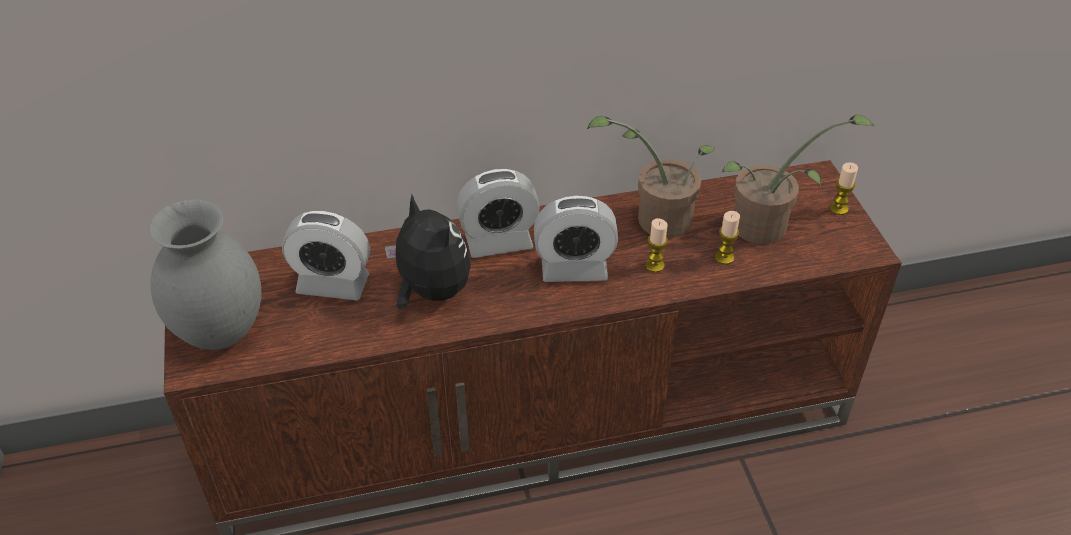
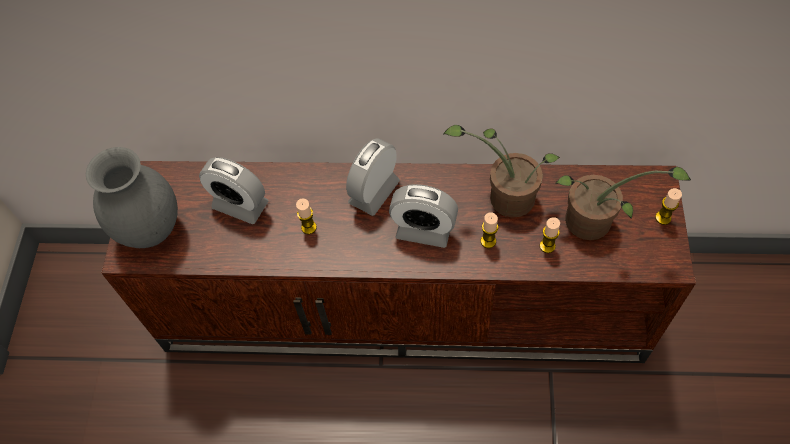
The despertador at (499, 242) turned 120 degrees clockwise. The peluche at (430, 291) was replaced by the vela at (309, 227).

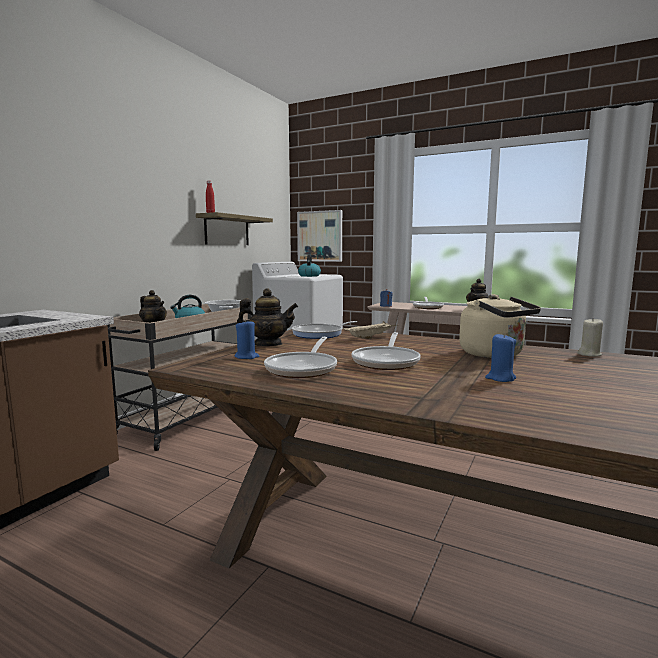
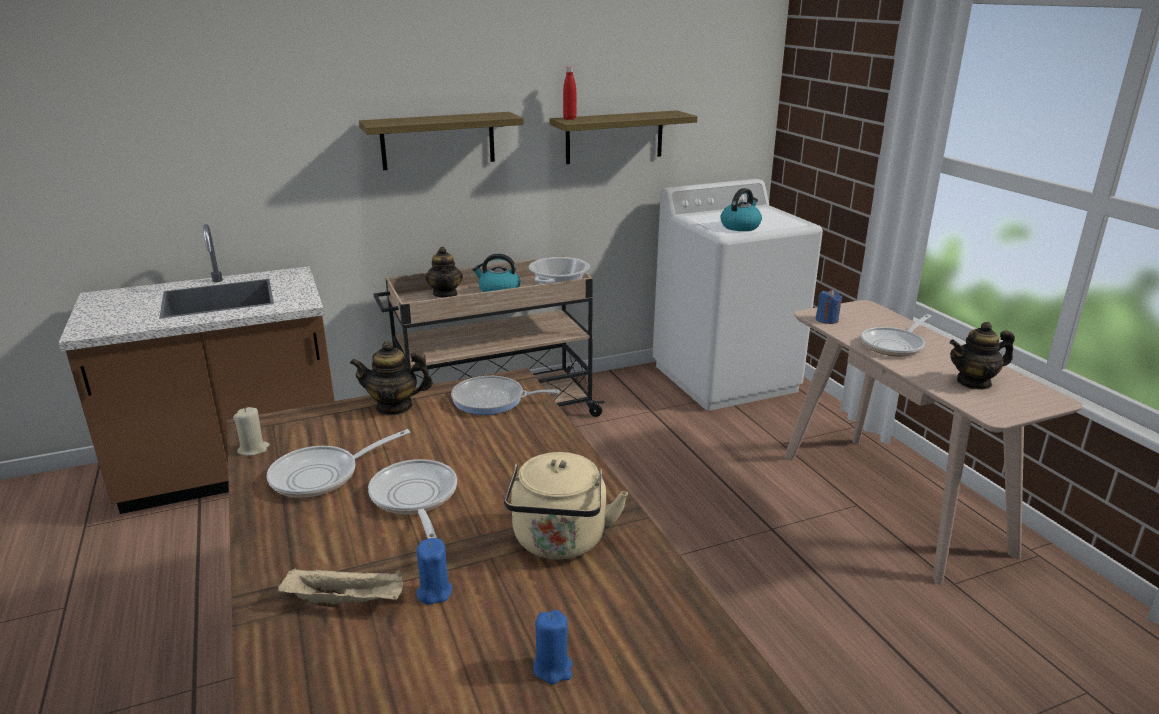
The cuadro at (320, 236) disappeared. The tetera at (268, 344) turned 135 degrees clockwise. The vela (beis) moved from (589, 354) to (253, 449). The vela (azul) moved from (246, 357) to (553, 668). The bandeja (beis) moved from (370, 337) to (347, 601). The sartén at (387, 362) turned 105 degrees clockwise. The estante at (438, 141) appeared.

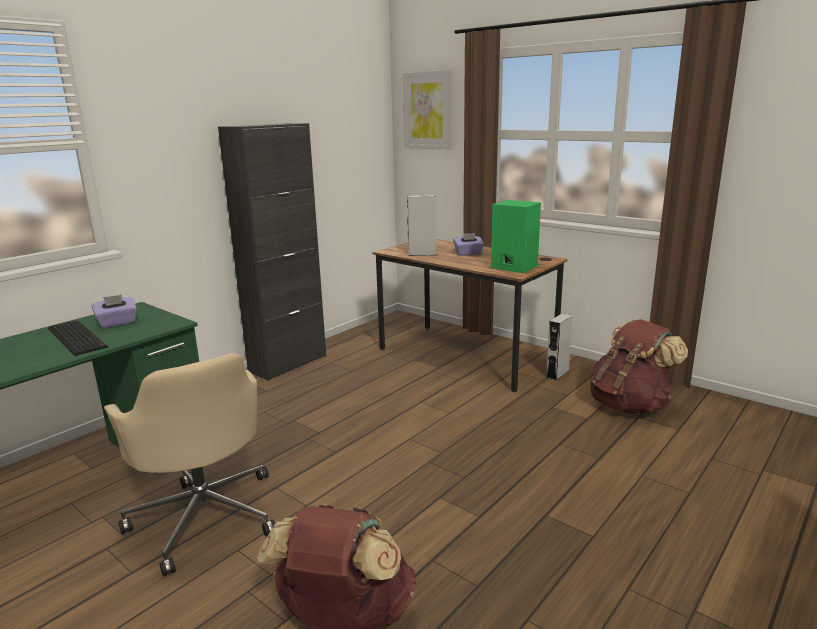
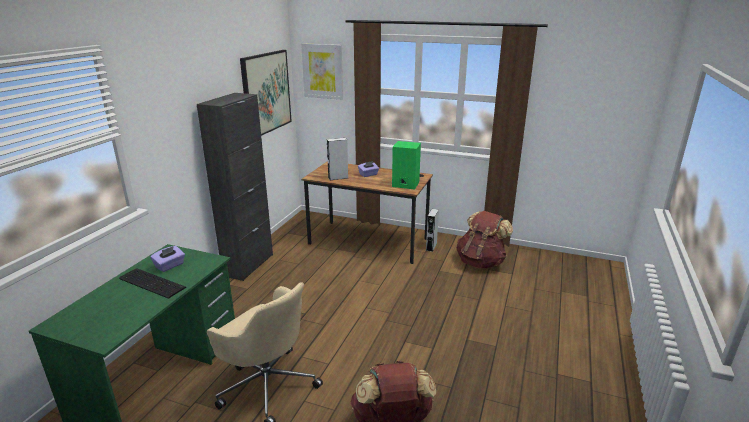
The cuadro at (266, 93) appeared.

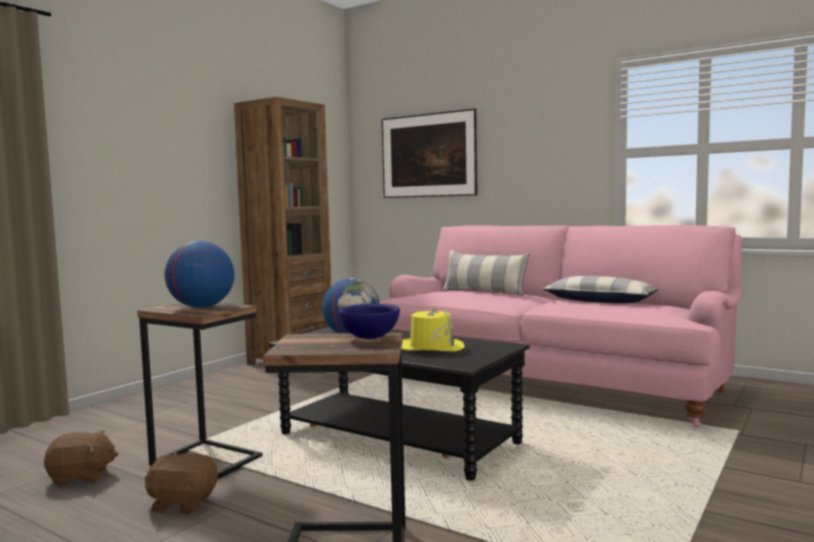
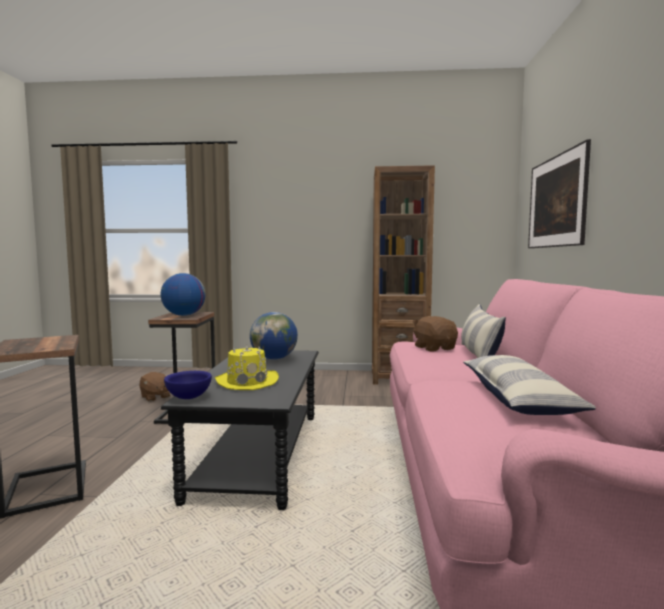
The cuenco (azul) moved from (370, 338) to (189, 397). The peluche (marrón) moved from (183, 503) to (434, 348).

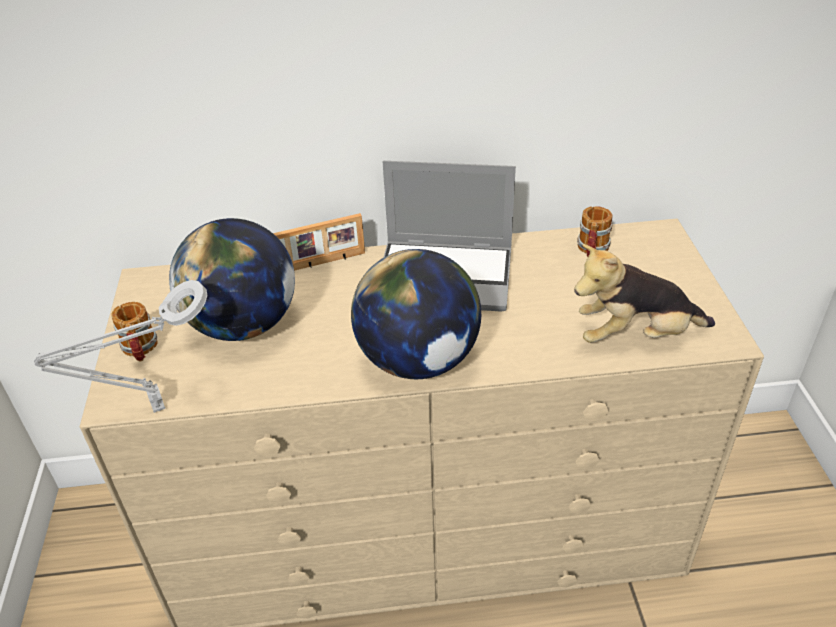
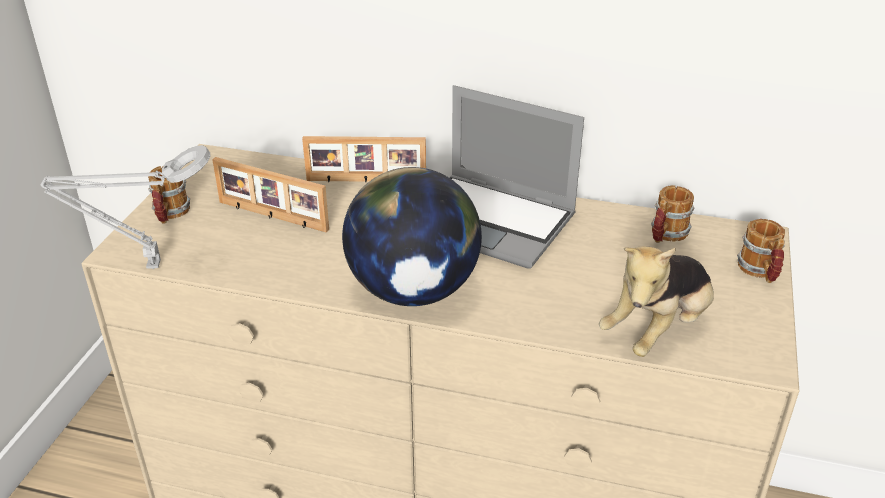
The globo terráqueo at (244, 325) was replaced by the portarretratos at (272, 216). The peluche at (635, 336) turned 60 degrees counterclockwise. The taza grande at (760, 272) appeared.

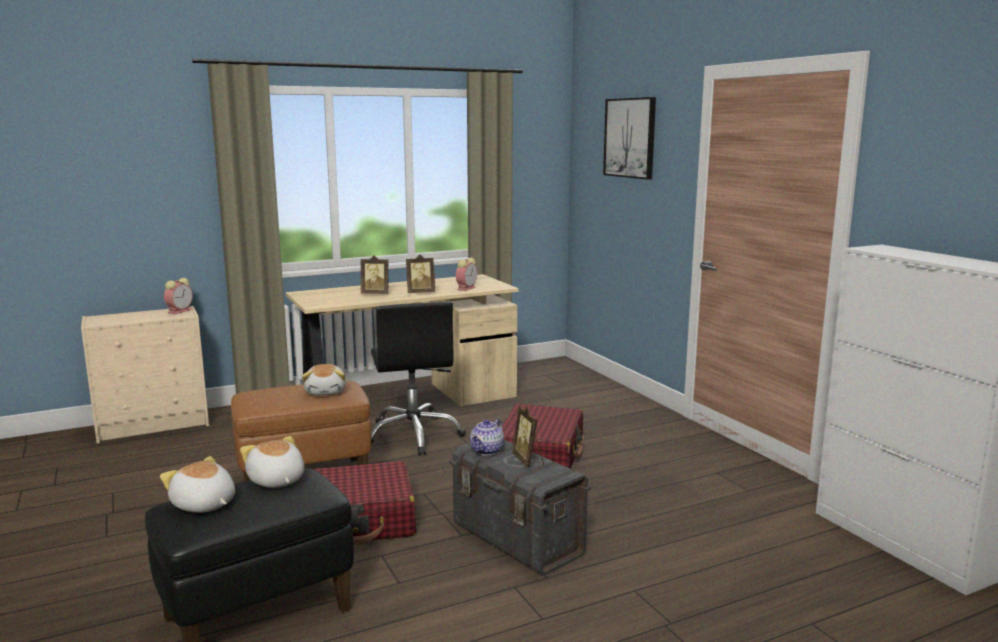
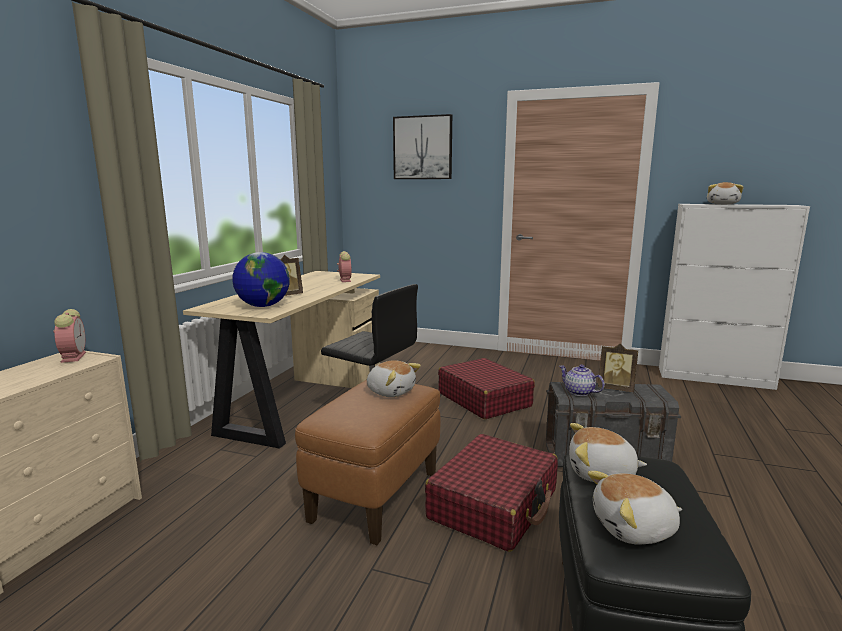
The portarretratos at (420, 293) disappeared. The tetera at (487, 450) turned 150 degrees clockwise. The peluche at (723, 204) appeared. The globo terráqueo at (263, 306) appeared.

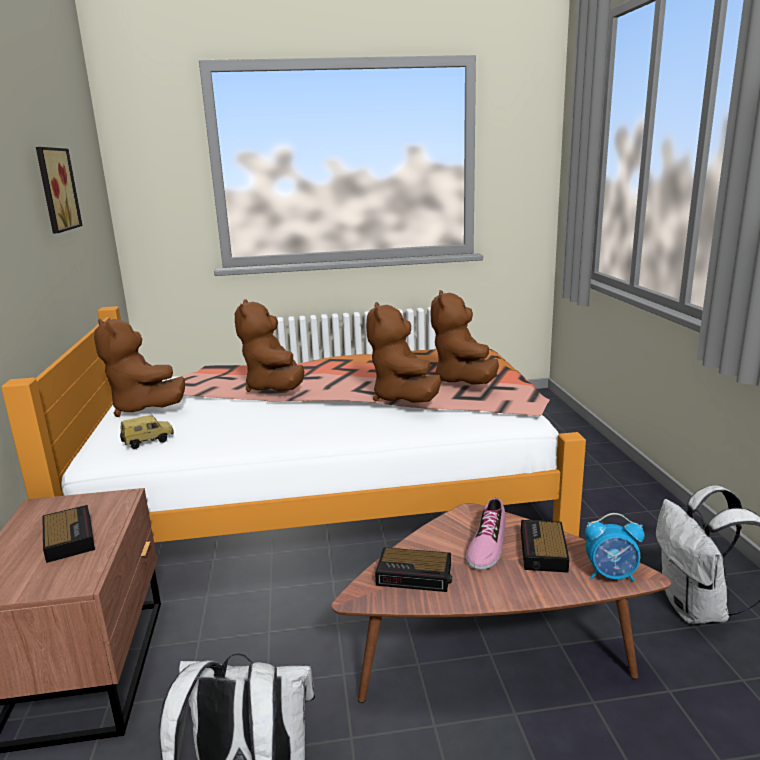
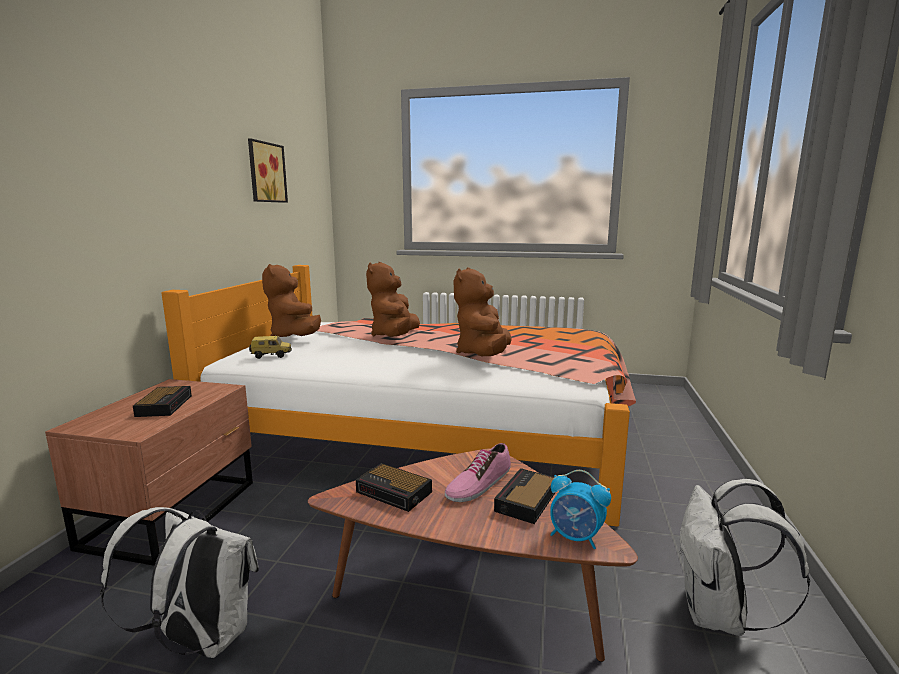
The peluche (marrón) at (463, 381) disappeared.

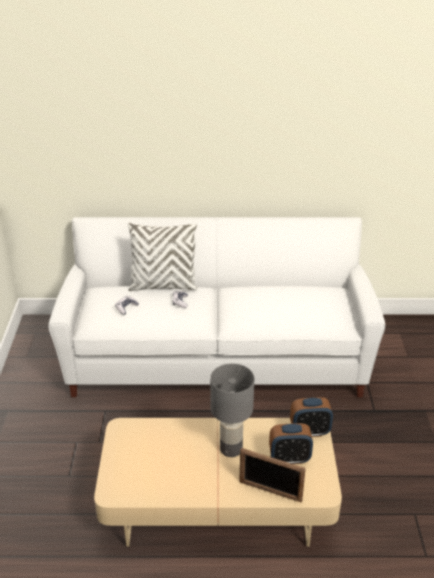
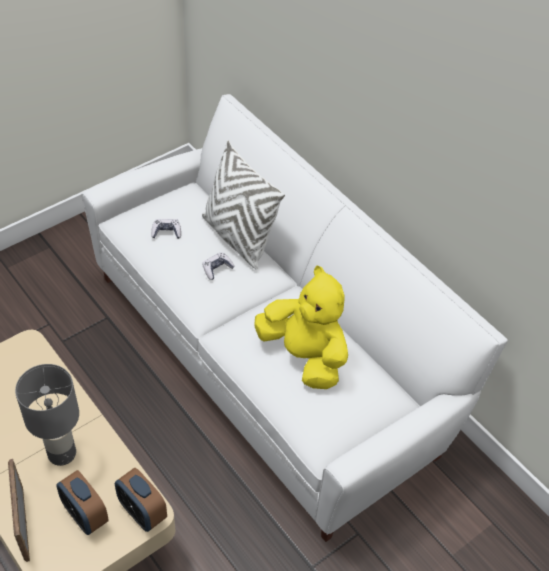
The peluche (amarillo) at (304, 356) appeared.

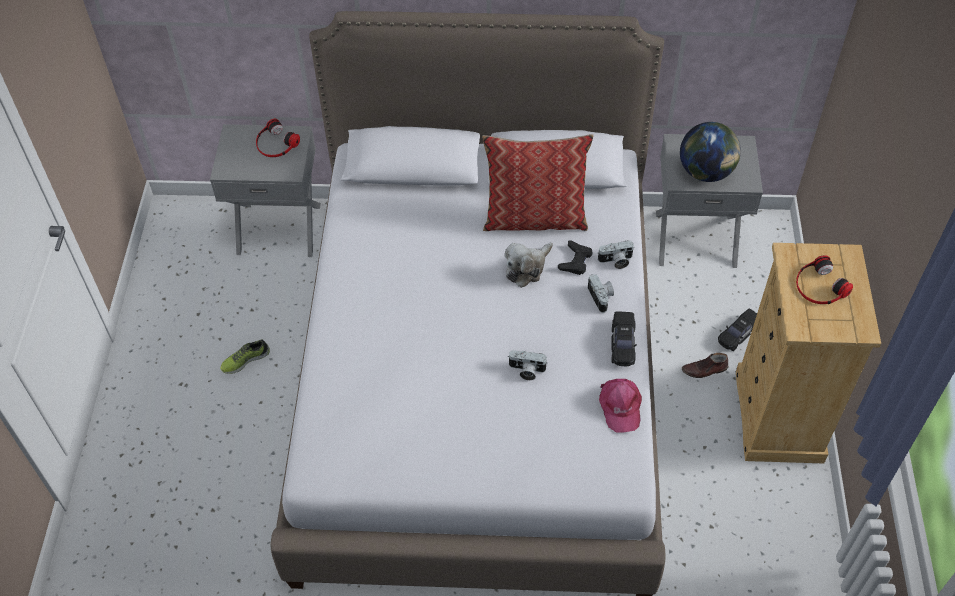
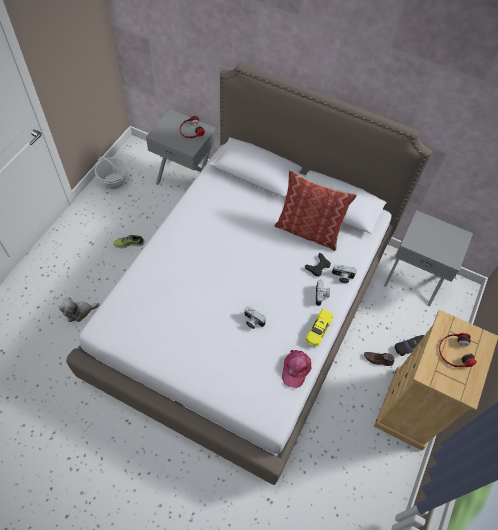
The globo terráqueo at (706, 172) disappeared. The peluche moved from (527, 268) to (79, 312). The coche de juguete (negro) at (622, 344) became the coche de juguete (amarillo) at (318, 330). The cesta at (114, 181) appeared.

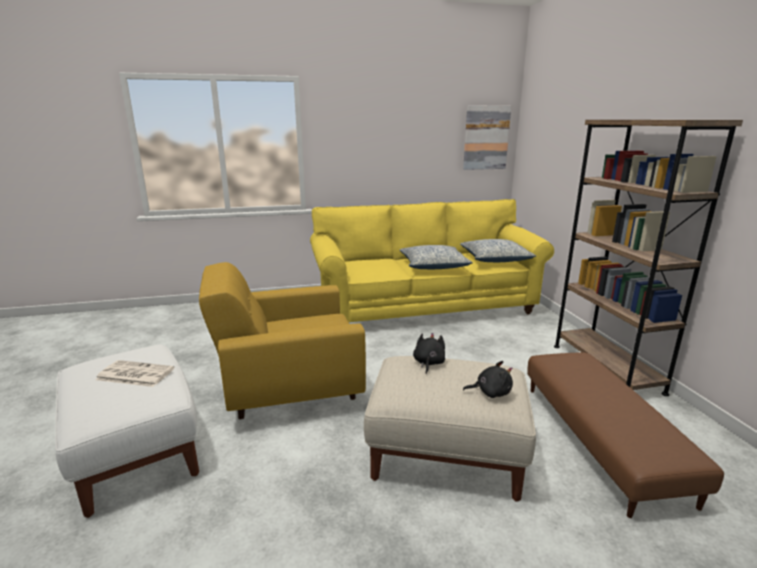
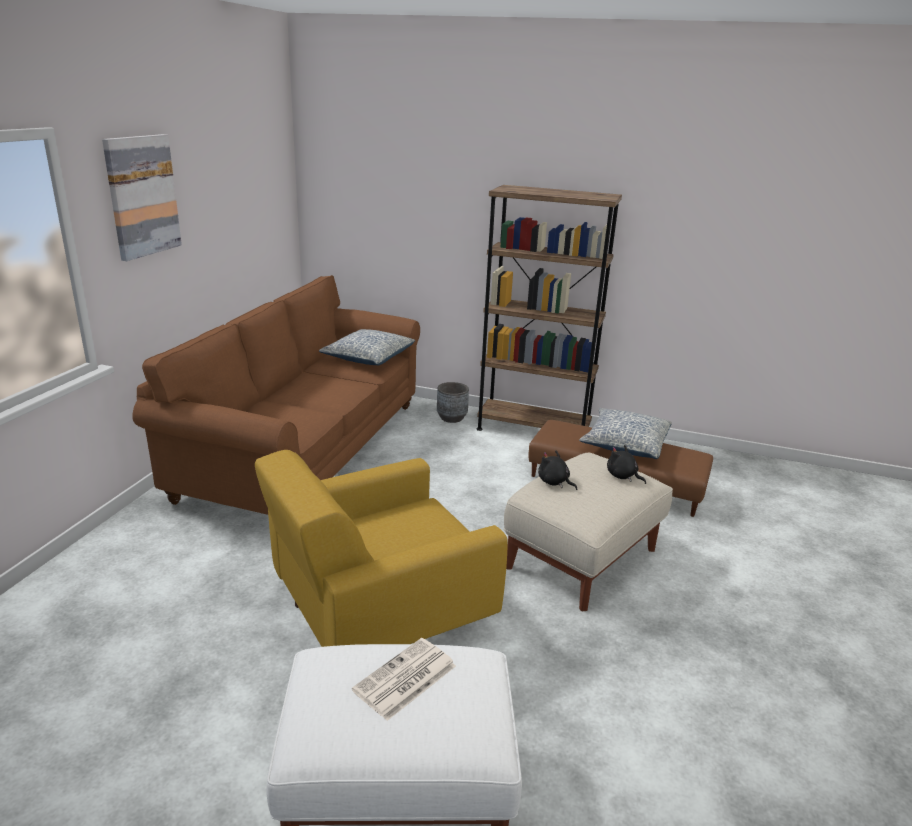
The cuadro moved from (486, 138) to (142, 196). The sofá (amarillo) at (424, 307) became the sofá (marrón) at (306, 449). The cojín moved from (434, 266) to (625, 444). The sillón (amarillo) at (289, 387) turned 45 degrees clockwise. The peluche (negro) at (490, 392) turned 75 degrees counterclockwise. The maceta (gris) at (452, 418) appeared.

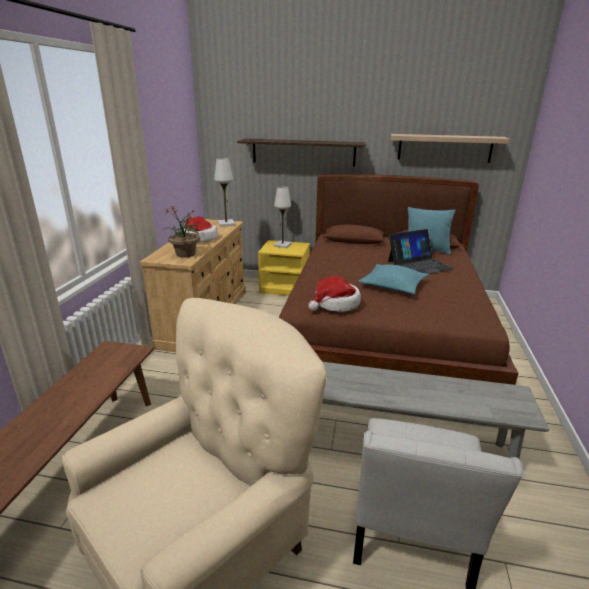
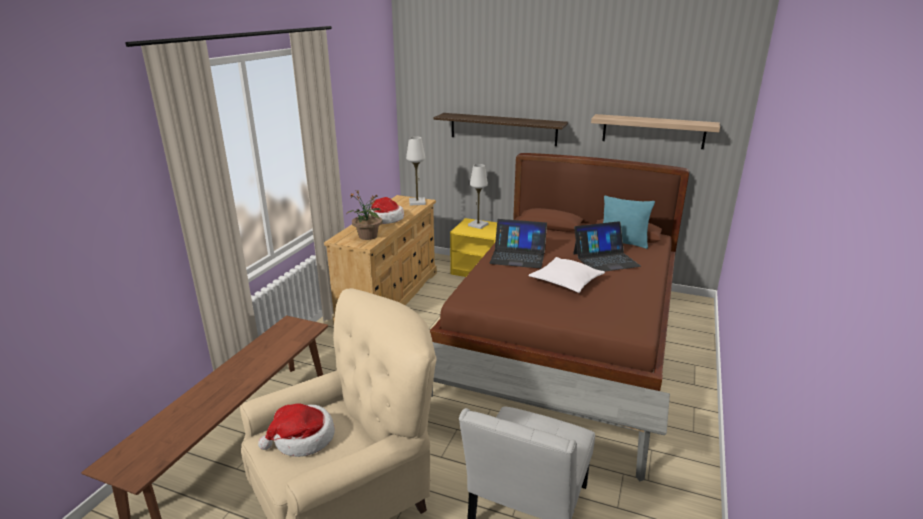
The cojín (turquesa) at (393, 286) became the cojín (blanco) at (566, 281). The sombrero moved from (335, 304) to (302, 439). The portátil at (518, 256) appeared.

